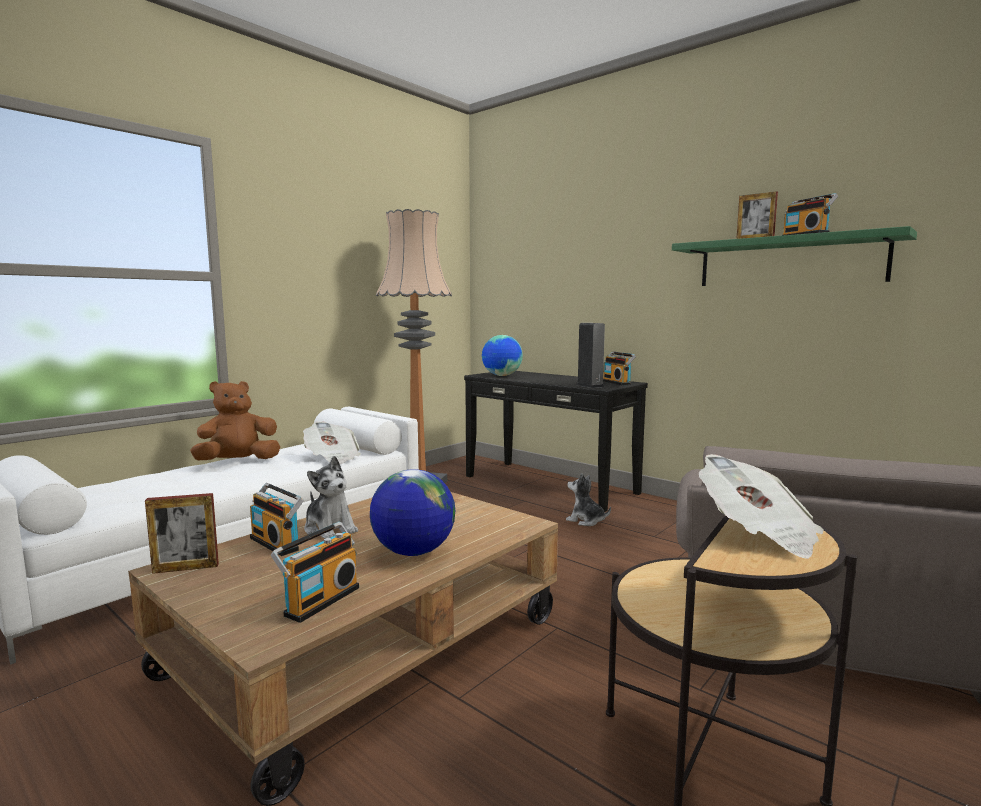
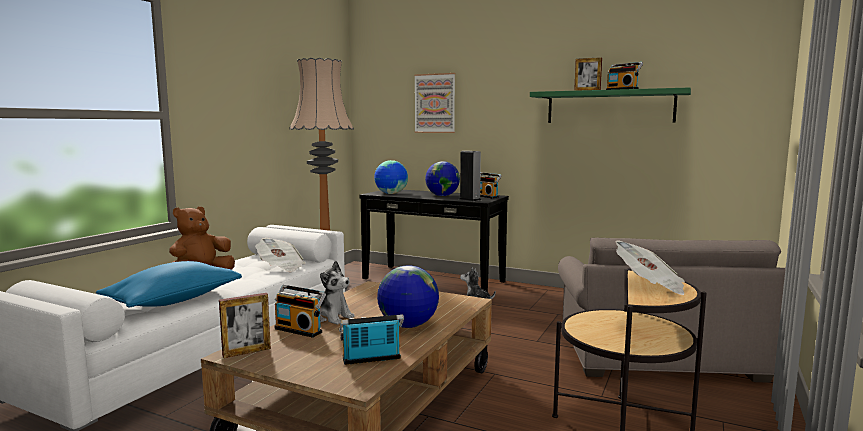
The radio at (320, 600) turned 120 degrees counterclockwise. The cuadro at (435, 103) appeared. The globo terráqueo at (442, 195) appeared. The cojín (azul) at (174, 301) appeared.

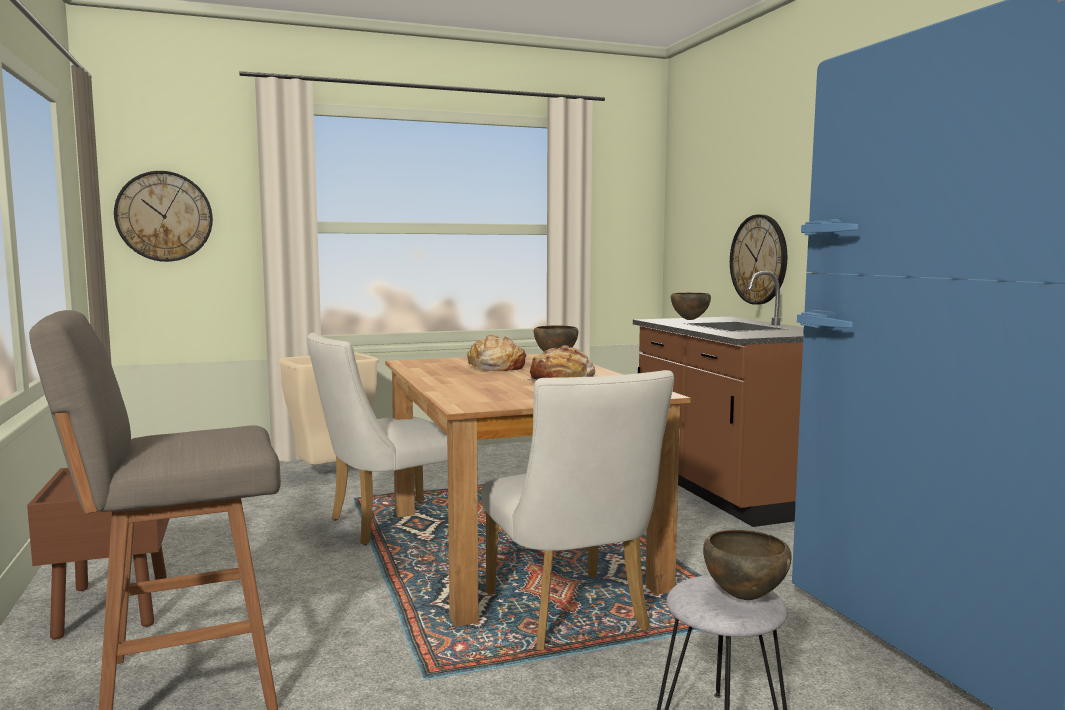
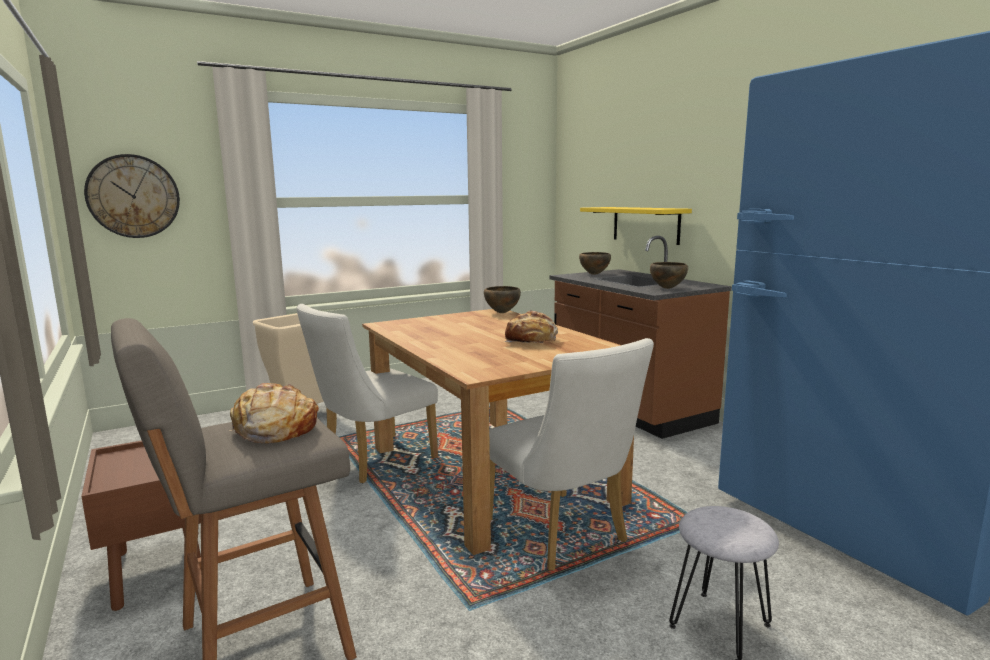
The reloj de pared at (759, 259) was replaced by the estante (amarillo) at (645, 224). The pan moved from (495, 367) to (274, 429). The cuenco (marrón) moved from (743, 597) to (667, 288).

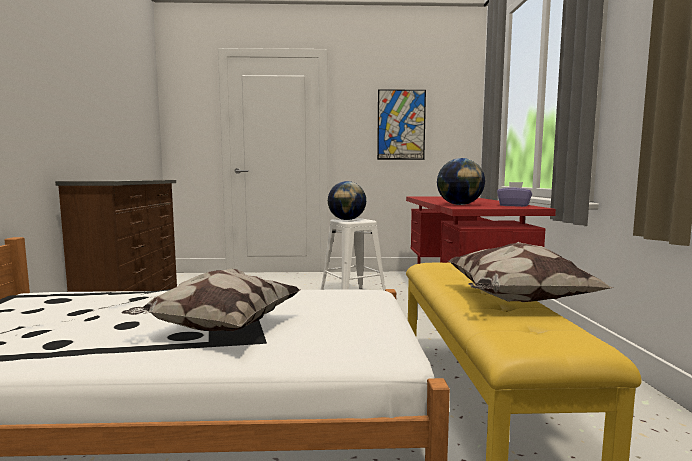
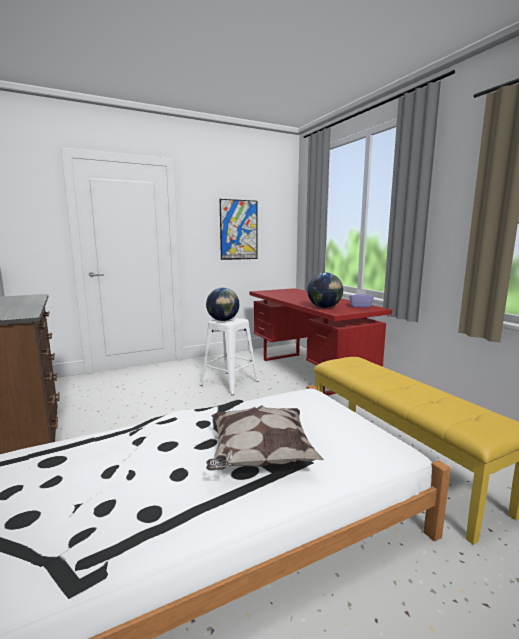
The cojín at (516, 301) disappeared.

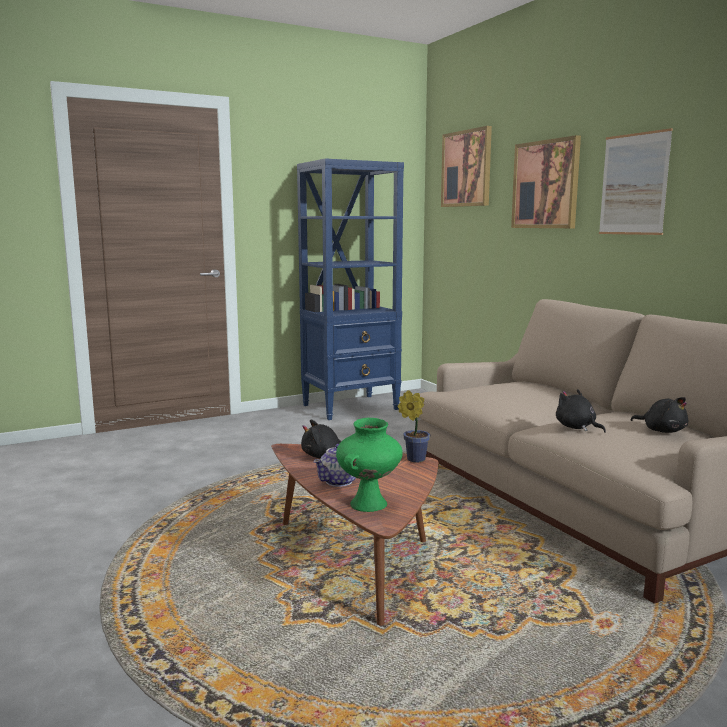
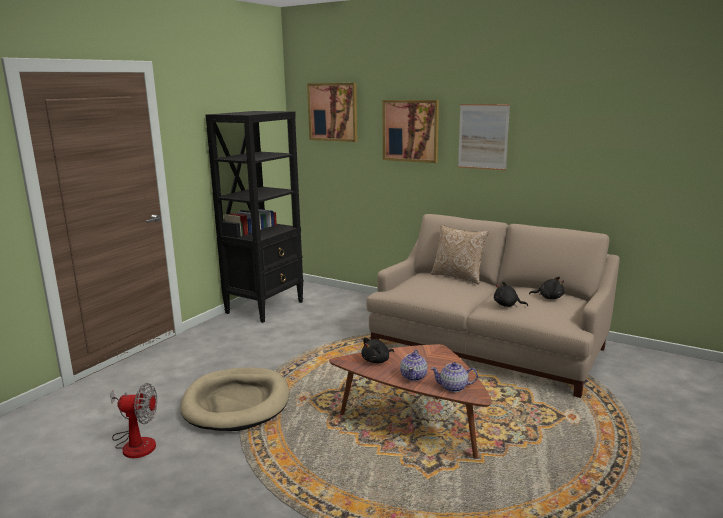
The estantería (azul) at (351, 407) became the estantería (negro) at (265, 307). The planta en maceta at (413, 459) disappeared. The florero (verde) at (369, 505) was replaced by the tetera at (454, 387). The cojín at (458, 277) appeared. The cama para perro (beis) at (236, 403) appeared. The ventilador at (135, 442) appeared.

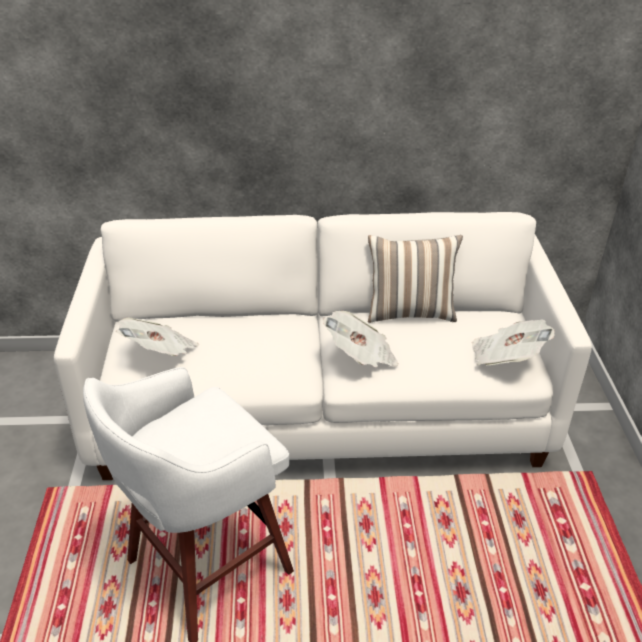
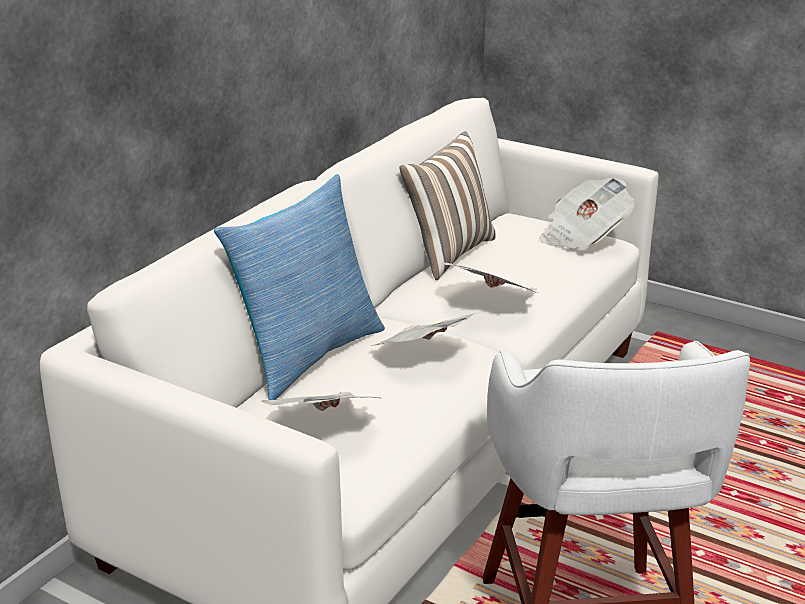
The cojín at (306, 355) appeared. The periódico at (424, 355) appeared.

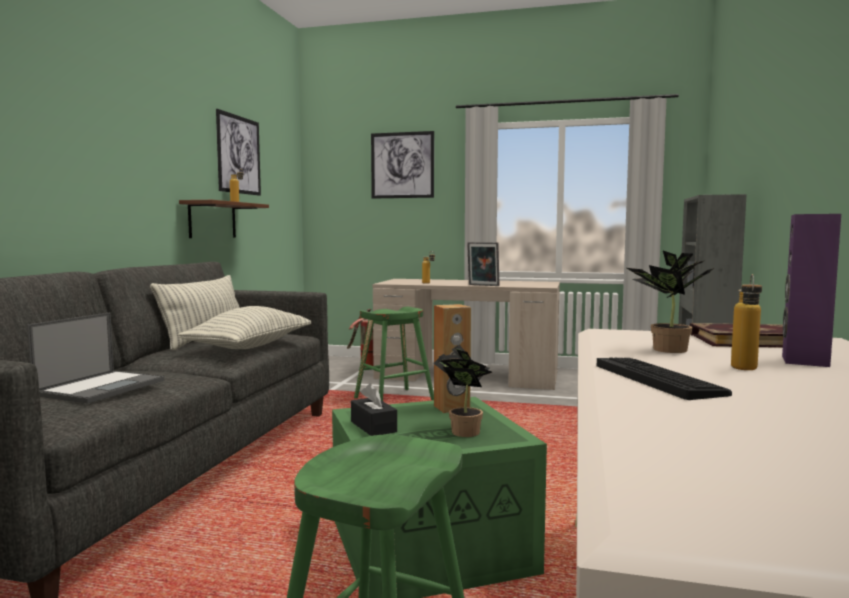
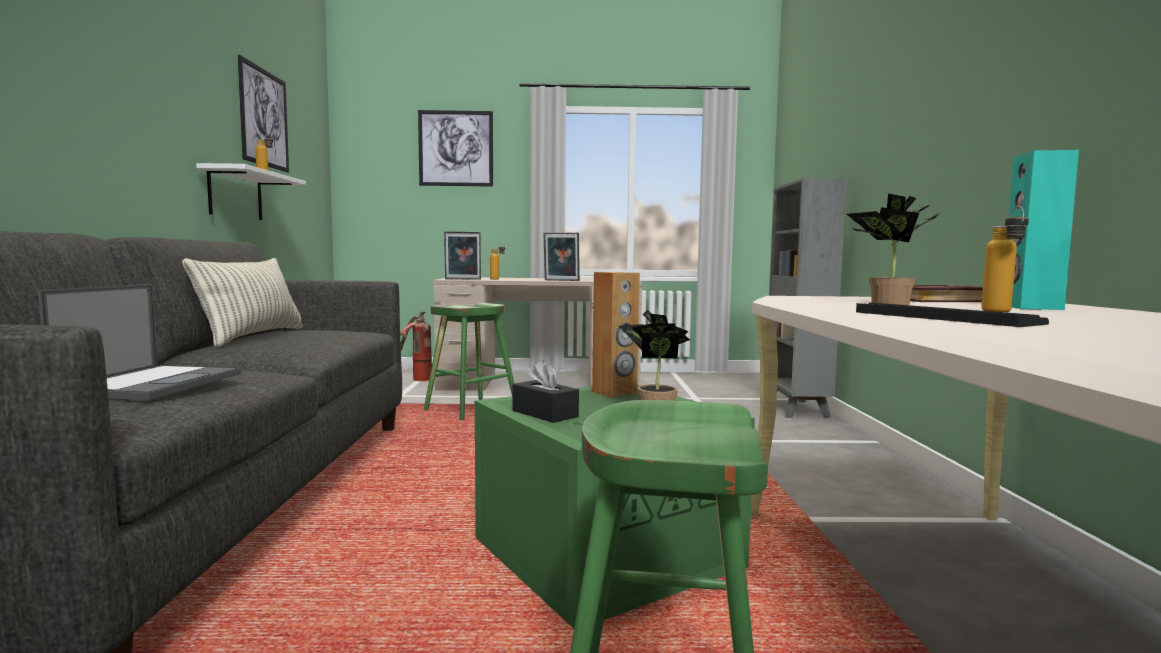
The estante (marrón) at (212, 220) became the estante (blanco) at (235, 195). The altavoz (morado) at (804, 361) became the altavoz (turquesa) at (1030, 307). The cojín at (250, 346) disappeared. The portarretratos at (463, 279) appeared.

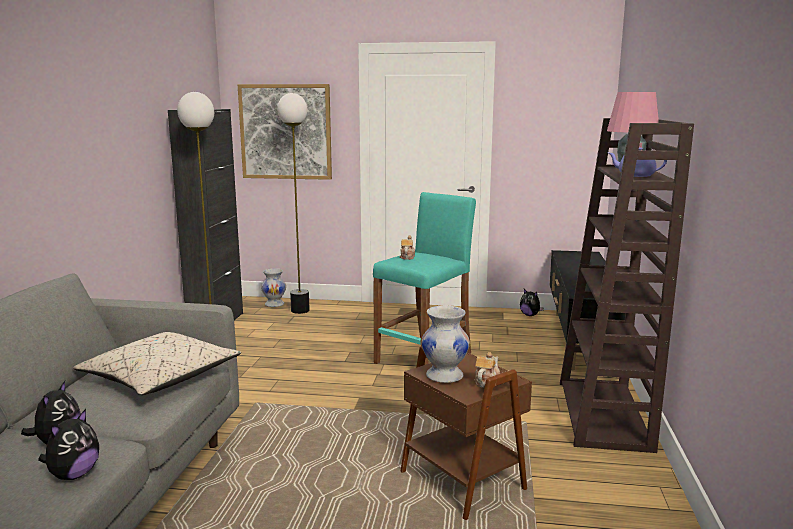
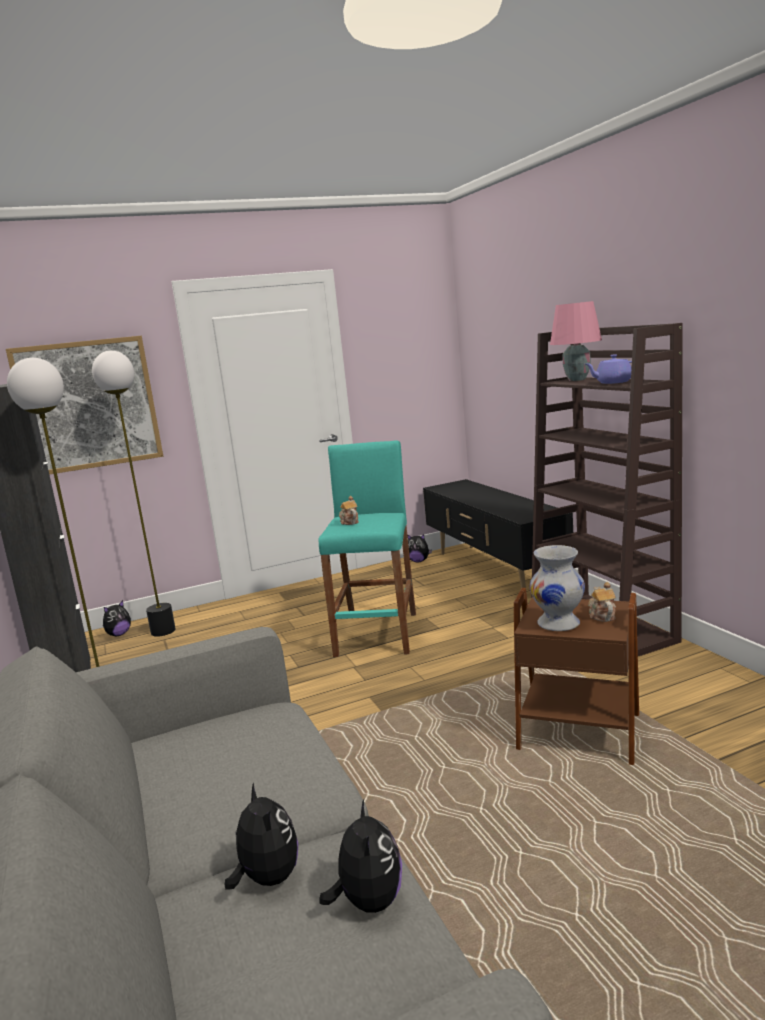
The florero (blanco) at (274, 304) was replaced by the peluche at (118, 634). The cojín (beis) at (160, 378) disappeared.

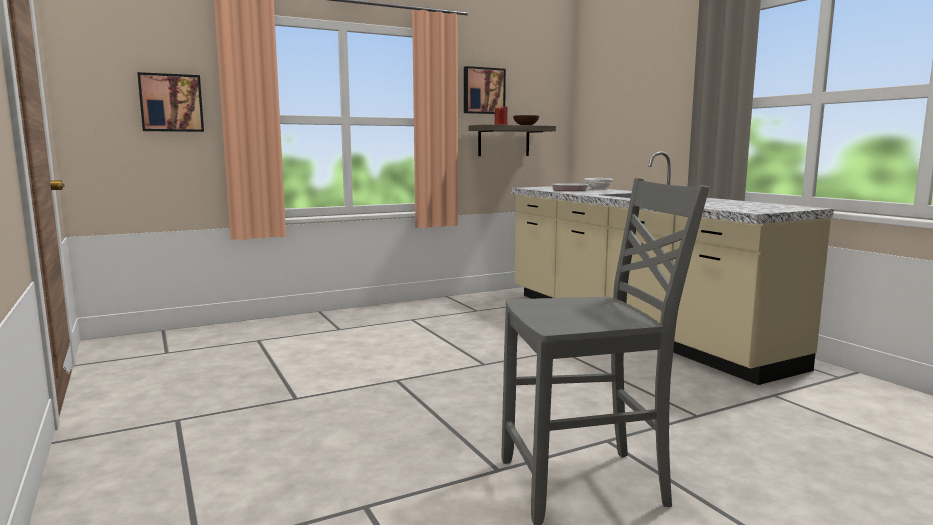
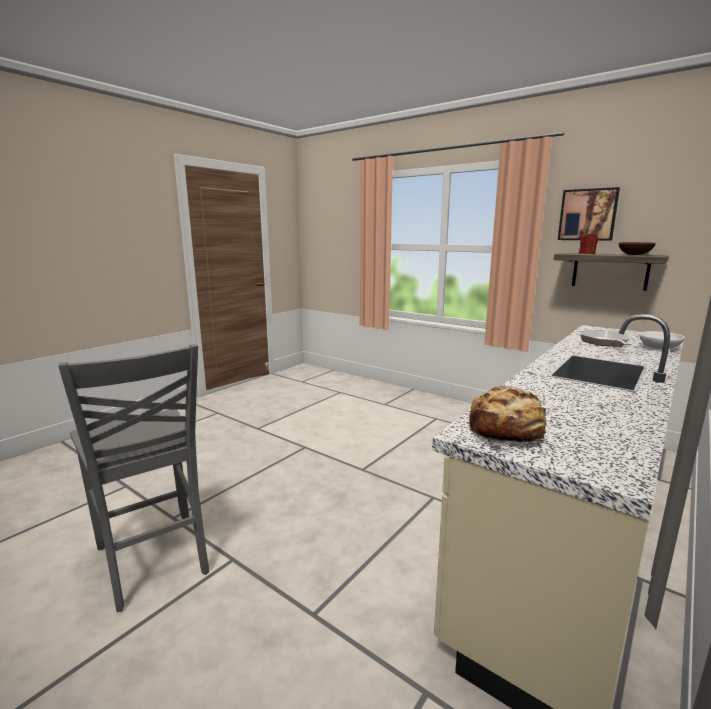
The cuadro at (171, 103) disappeared. The pan at (506, 431) appeared.

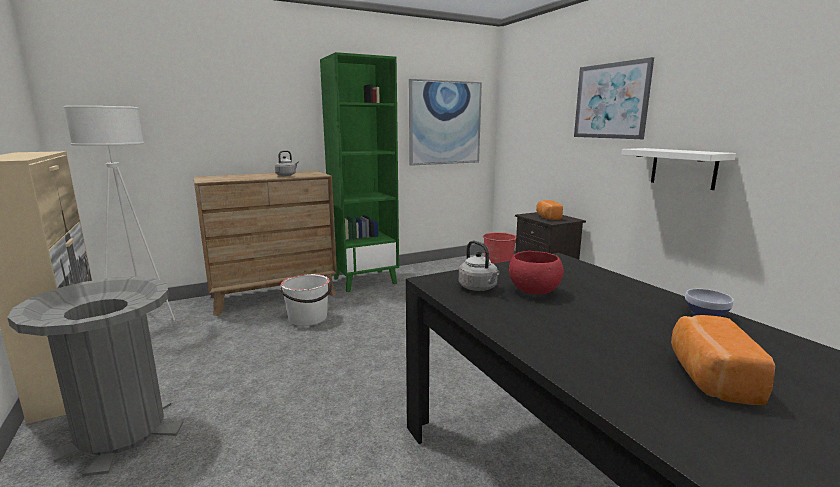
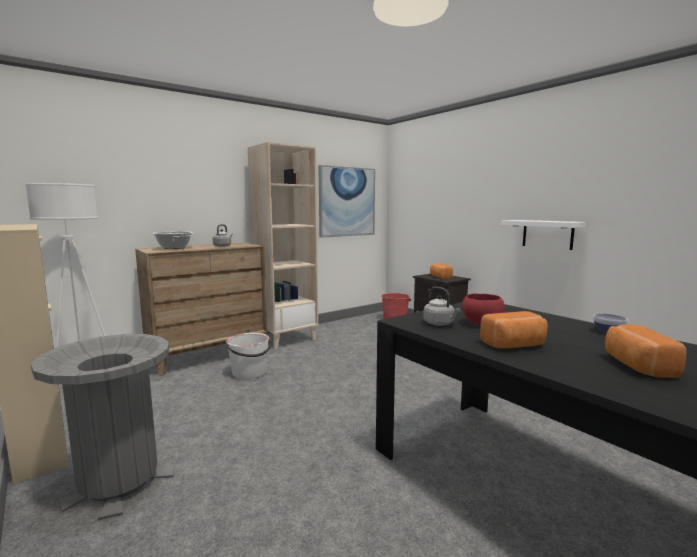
The estantería (verde) at (365, 280) became the estantería (beis) at (287, 338). The cuadro at (611, 101) disappeared. The olla at (173, 248) appeared. The pan at (514, 345) appeared.

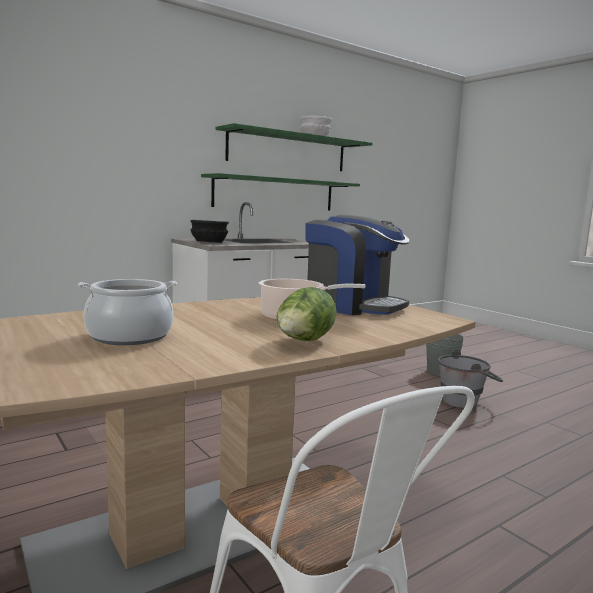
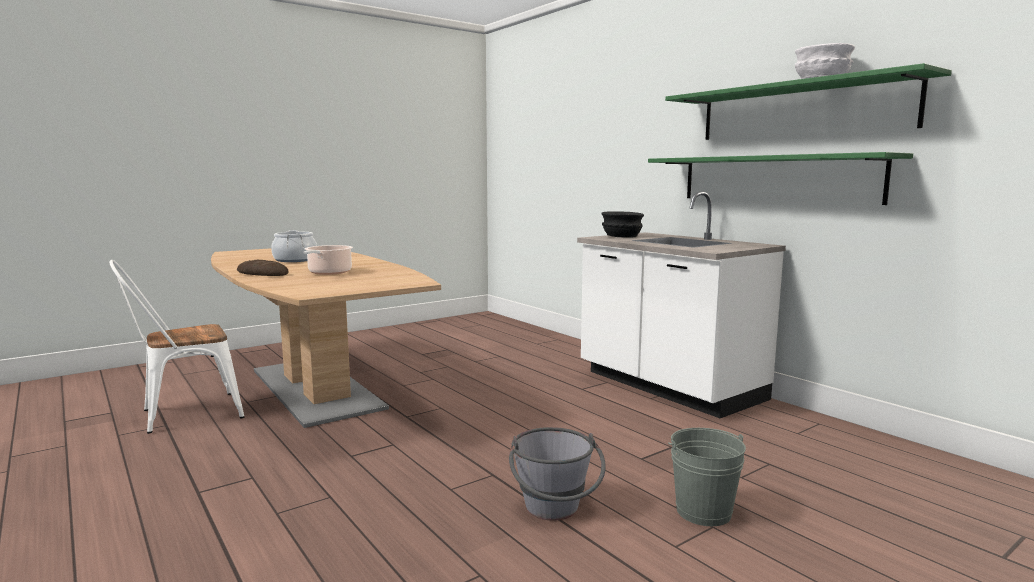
The cafetera at (352, 306) disappeared. The lechuga at (304, 342) was replaced by the pan at (262, 273).

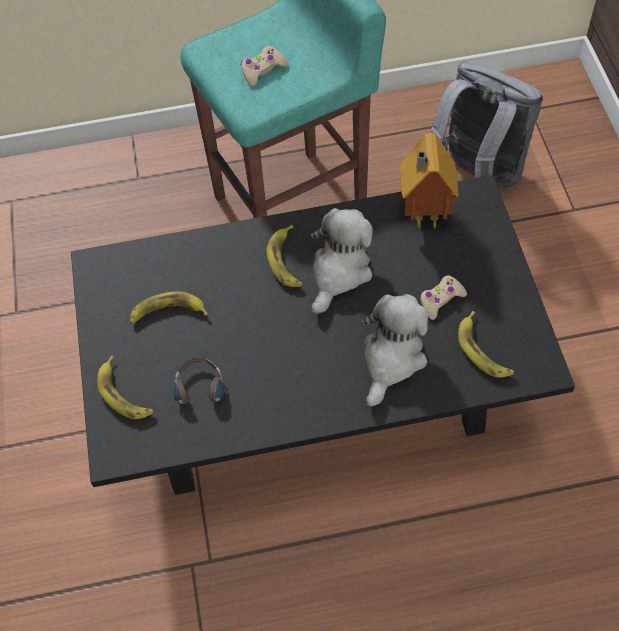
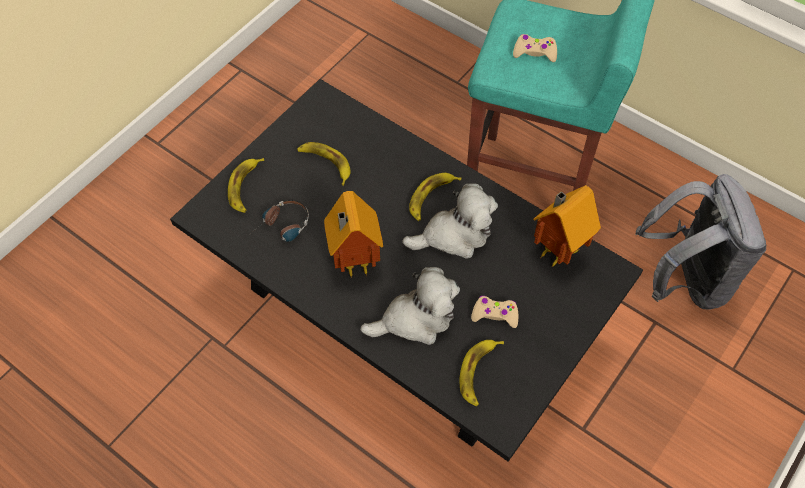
The casita at (353, 262) appeared.

